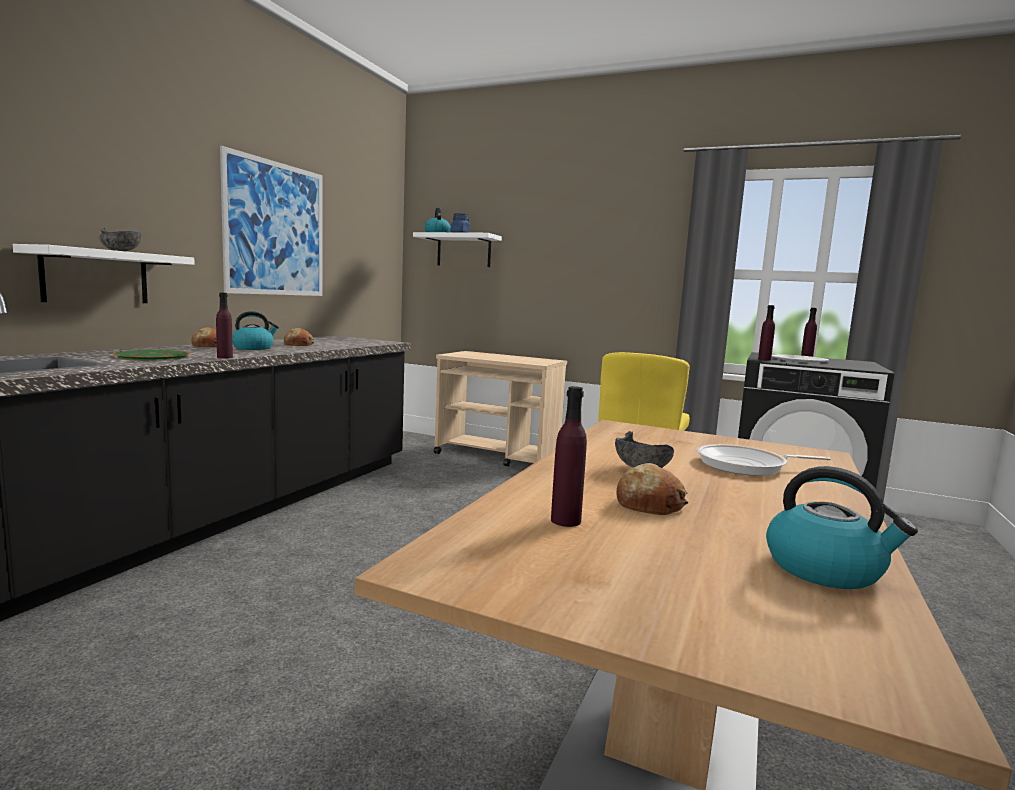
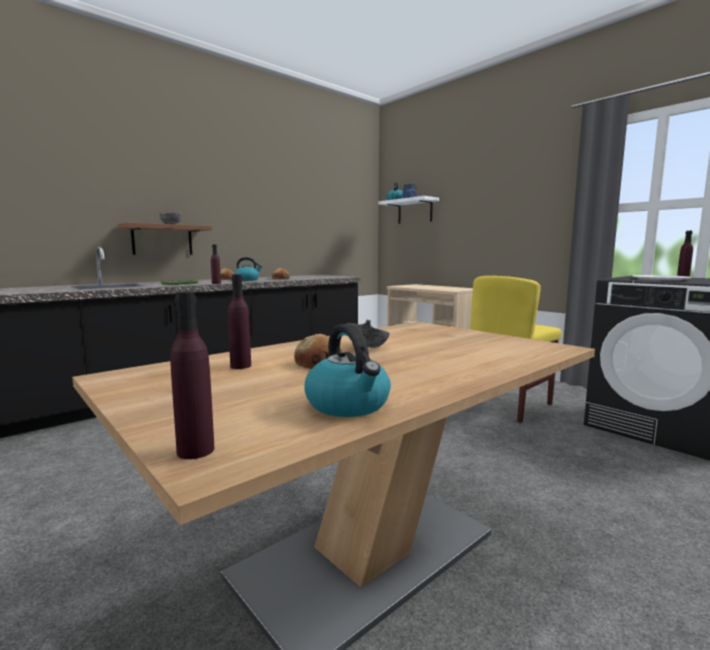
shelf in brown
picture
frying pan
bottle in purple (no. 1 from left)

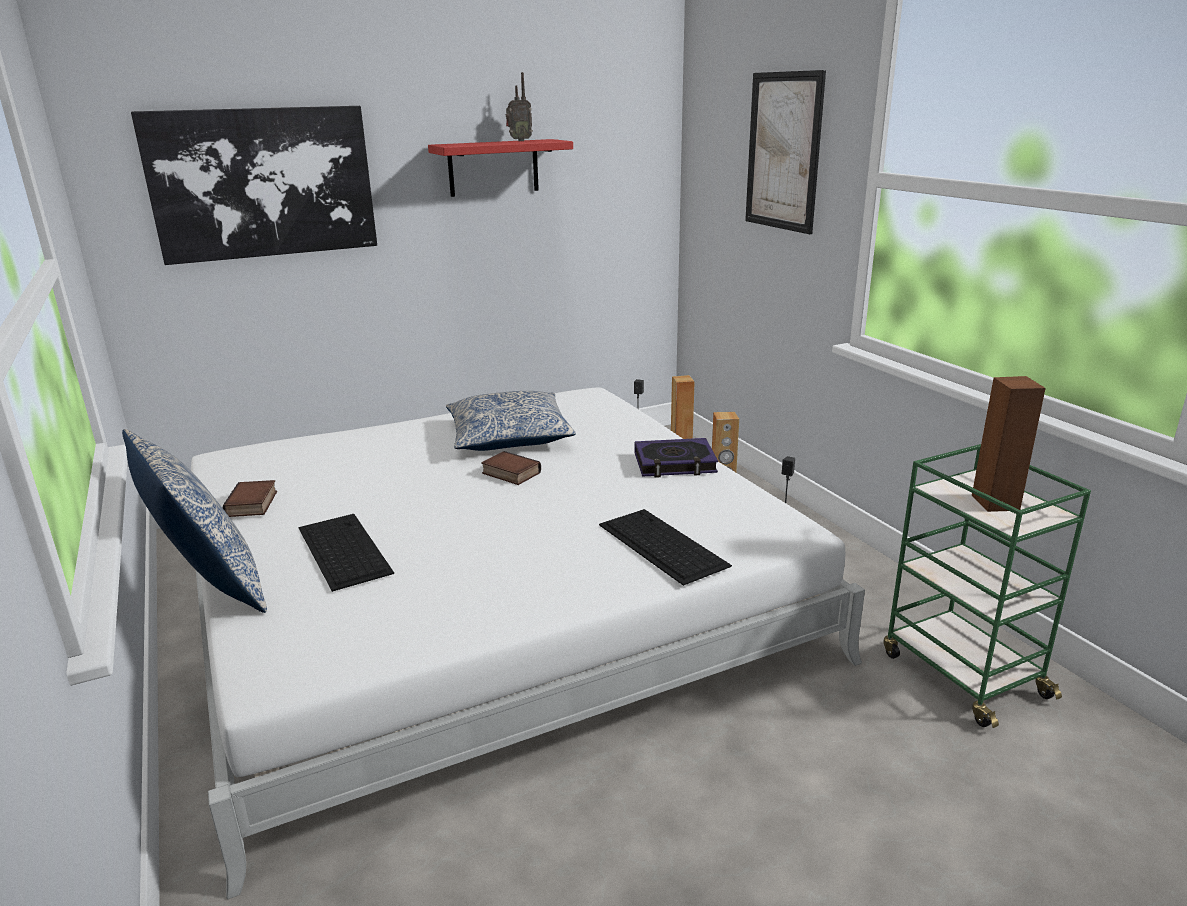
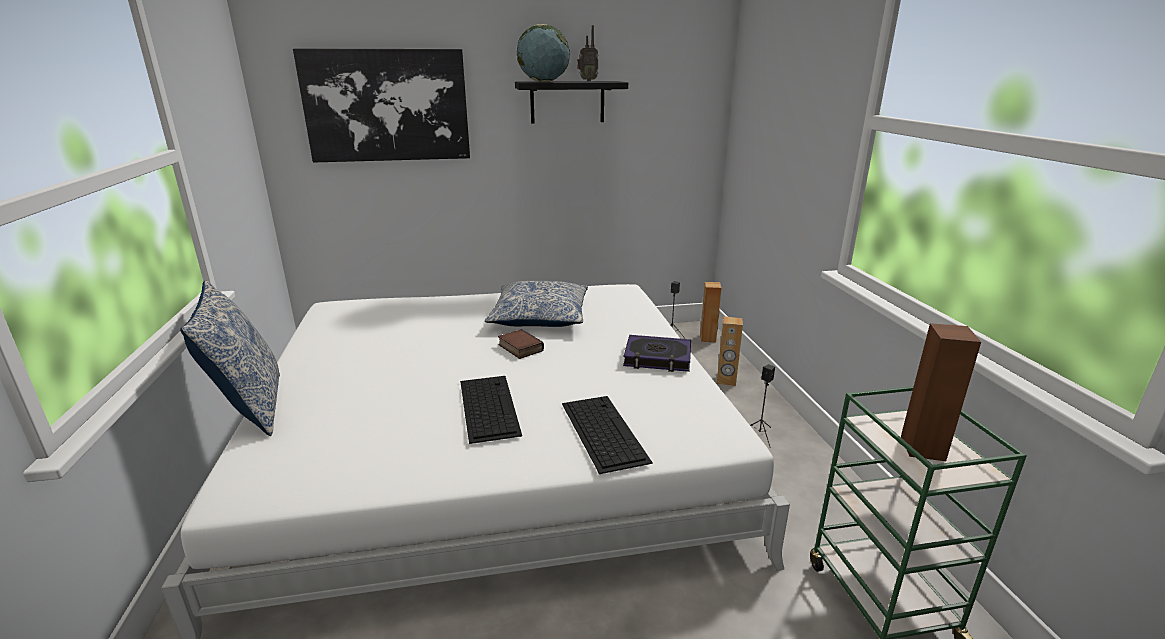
book (no. 1 from left in the first image)
keyboard (no. 1 from left)
shelf in black
picture (no. 2 from left in the first image)
globe

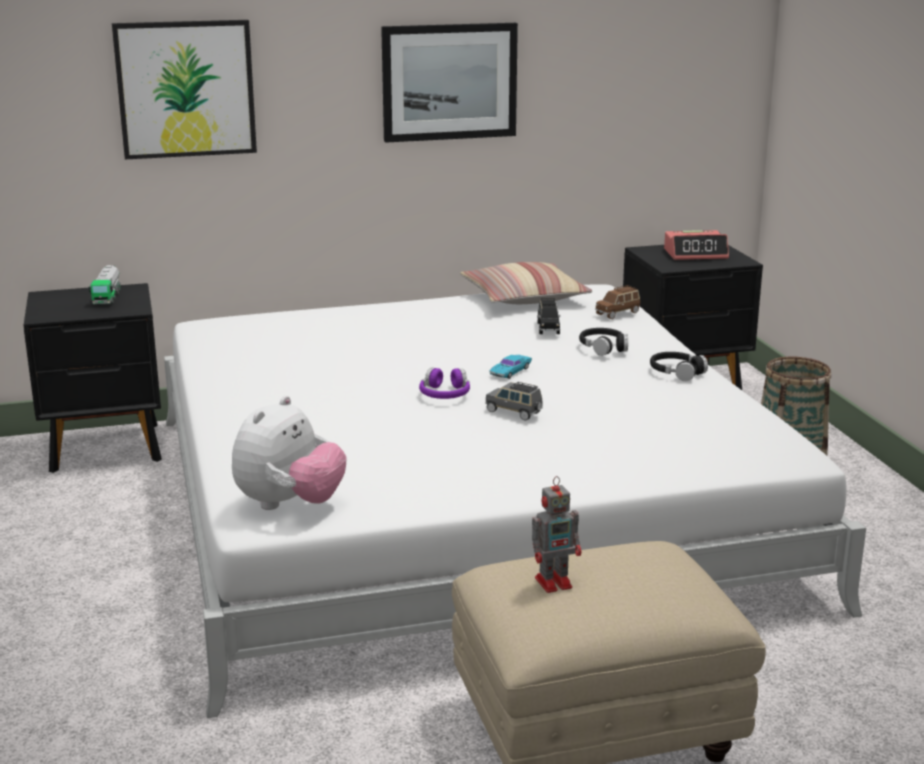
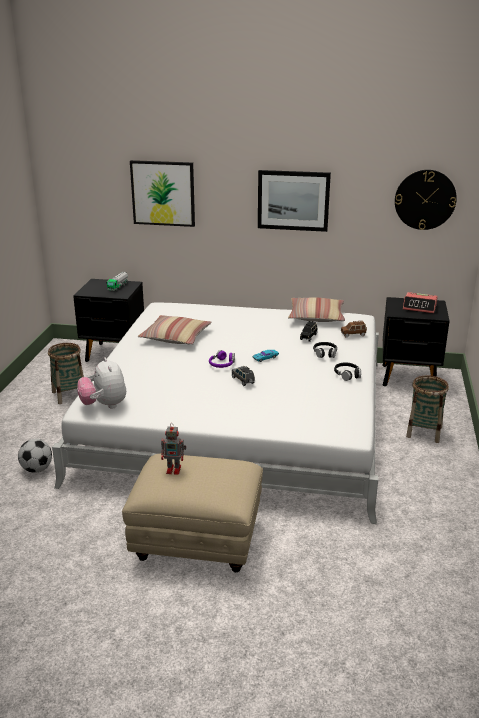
plush toy
football
basket (no. 1 from left)
pillow (no. 1 from left)
wall clock

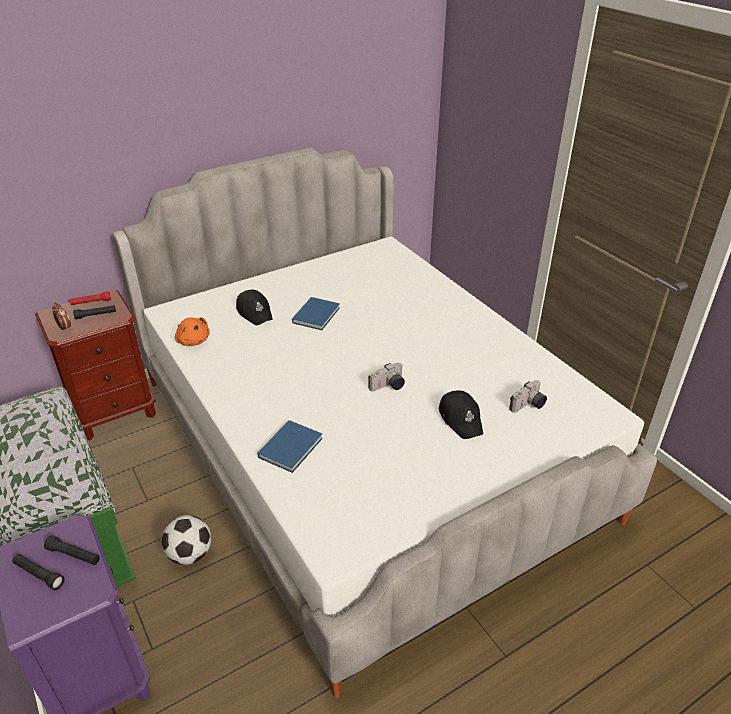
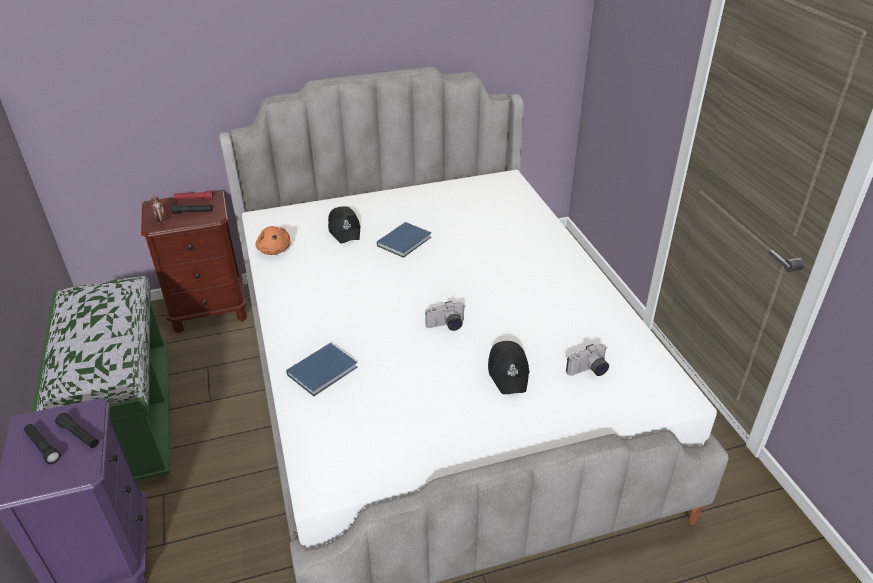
football

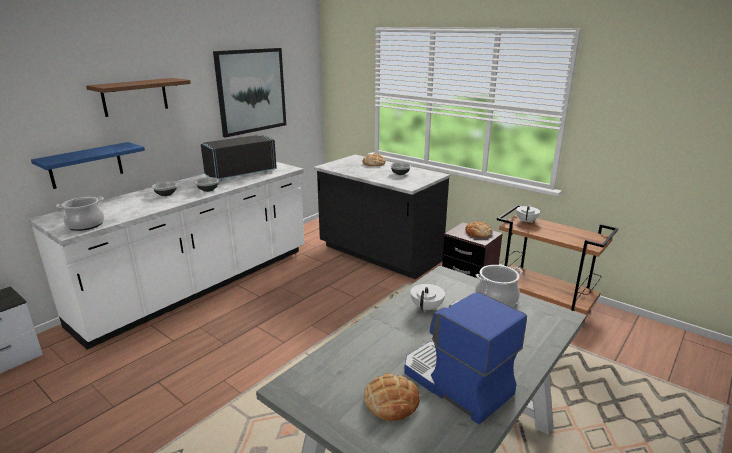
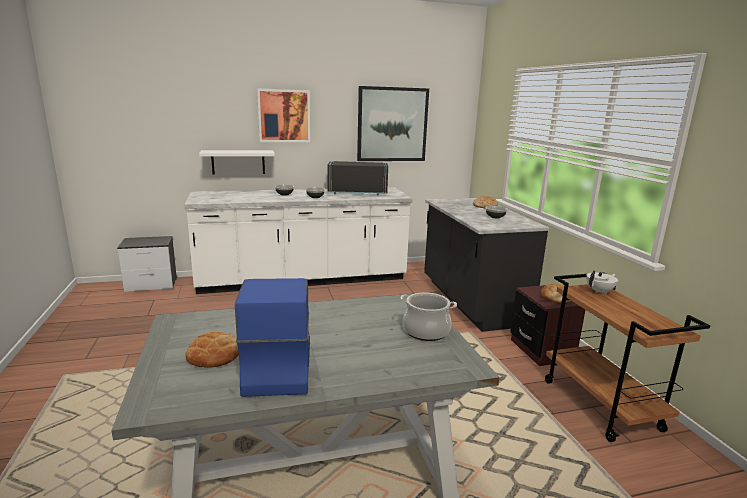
shelf in white
cooking pot (no. 1 from left in the first image)
picture (no. 1 from left)
teapot in white (no. 1 from left in the first image)

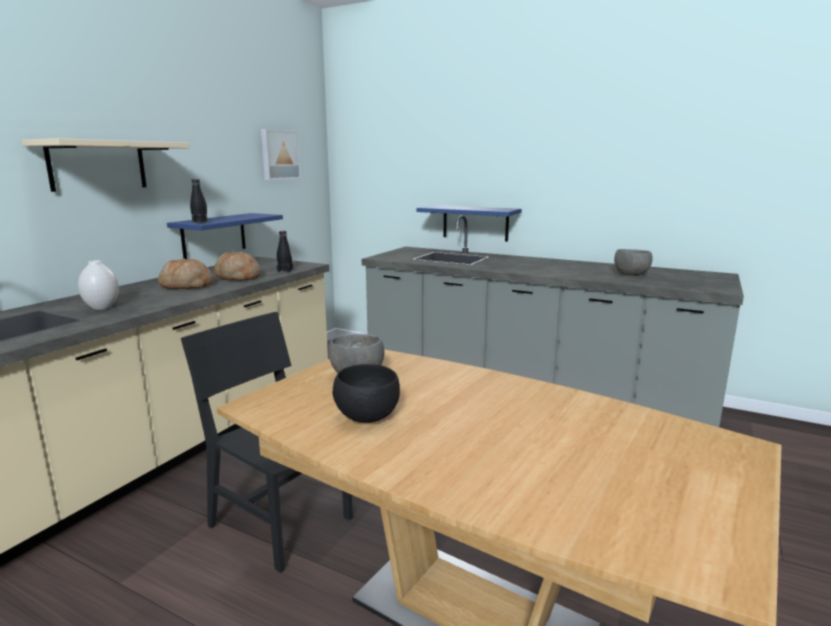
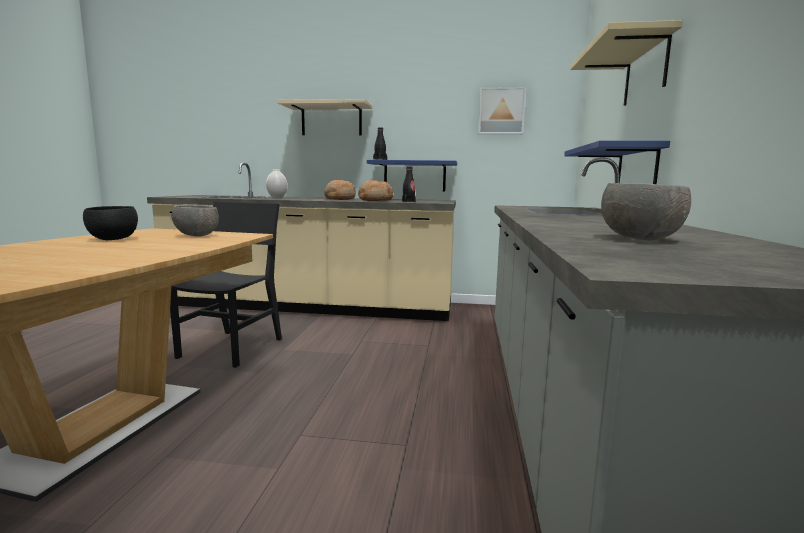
shelf in beige (no. 2 from left)

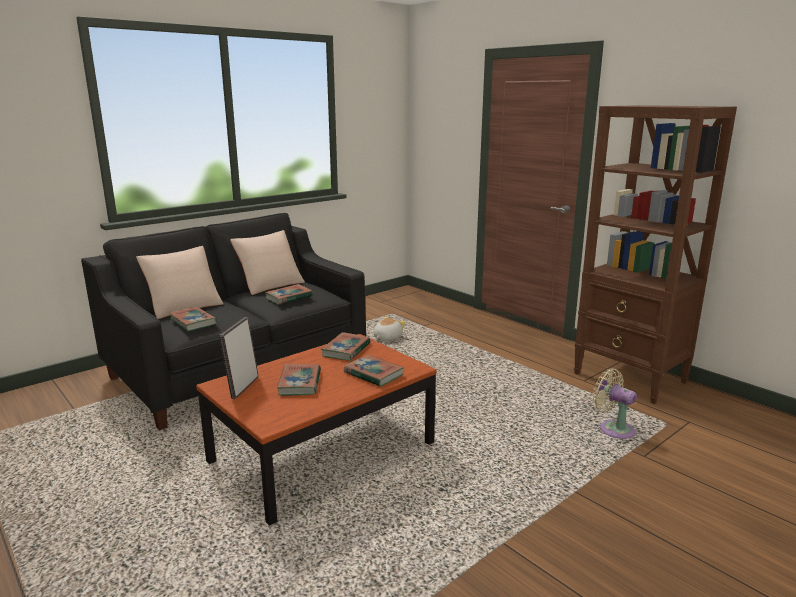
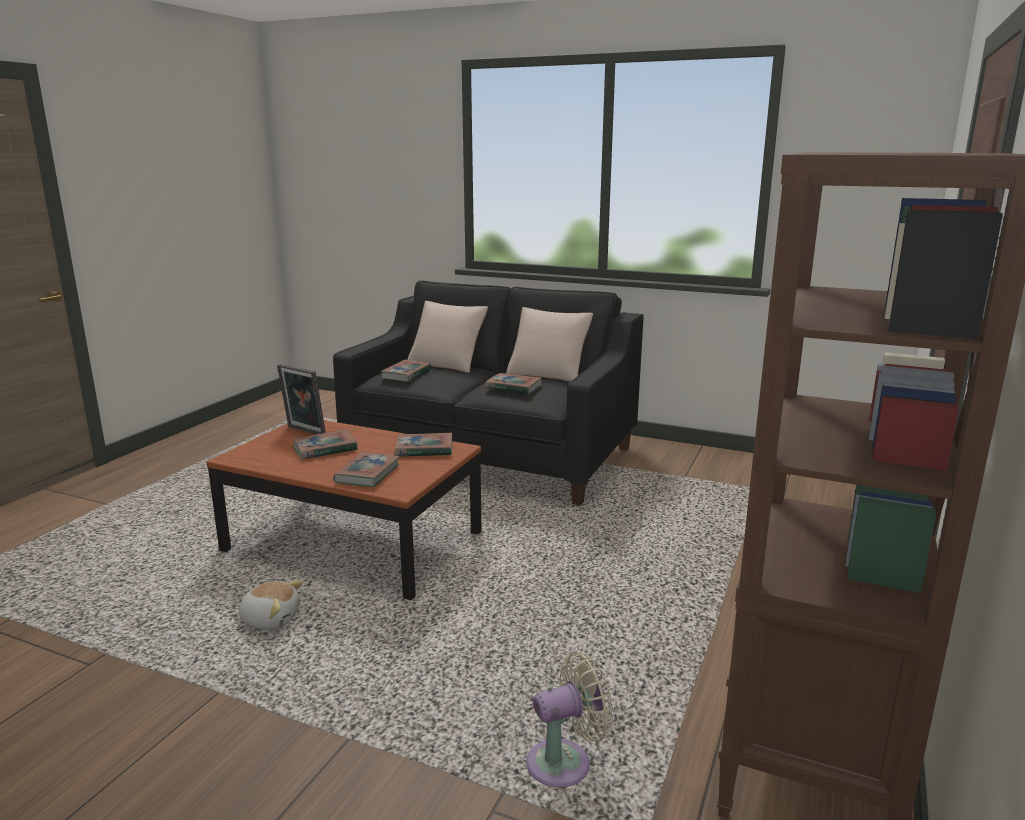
picture frame
plush toy
fan in beige

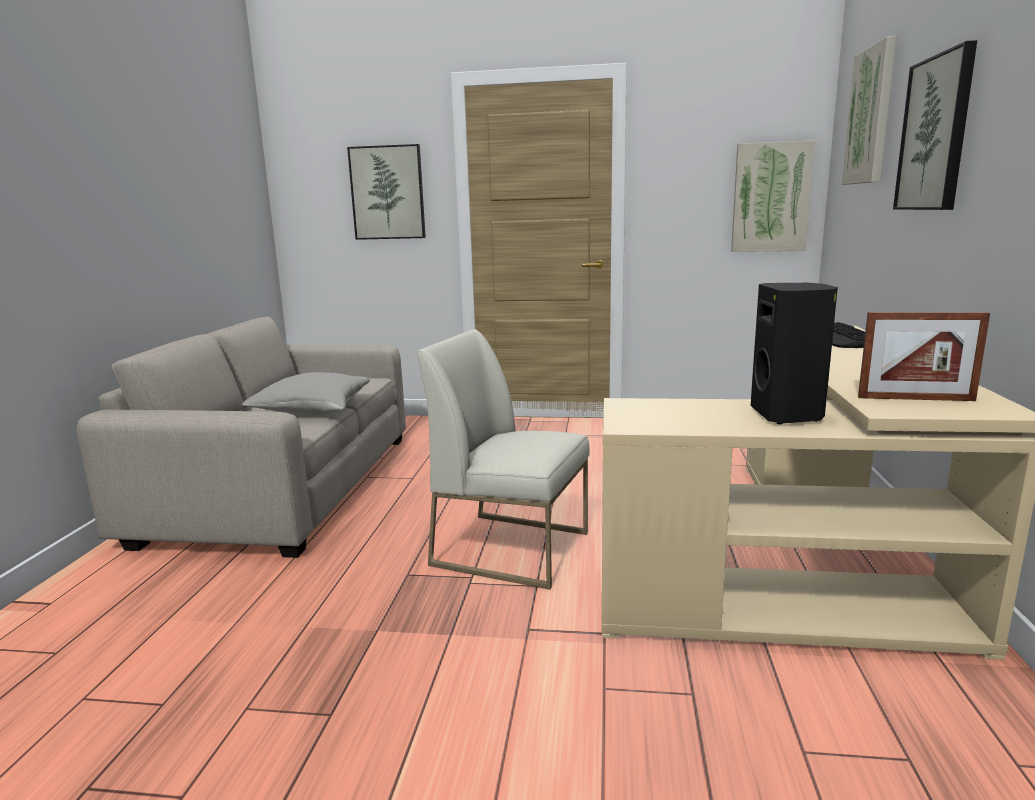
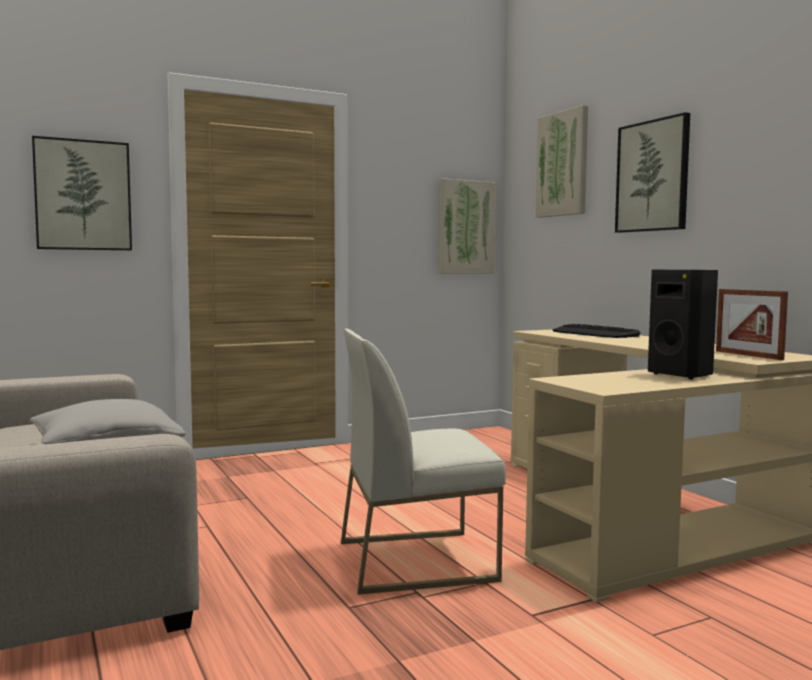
picture frame

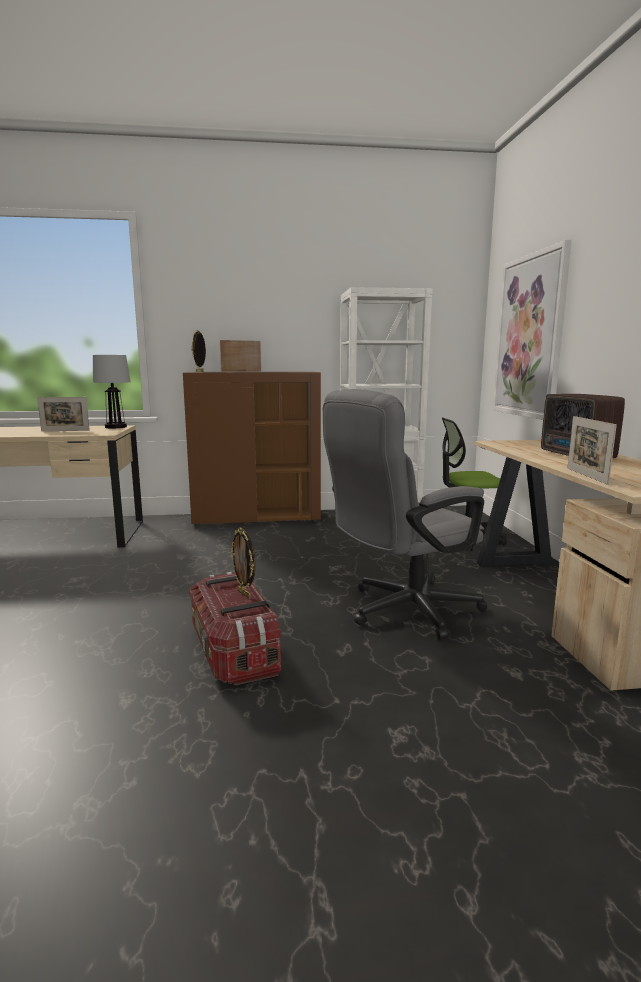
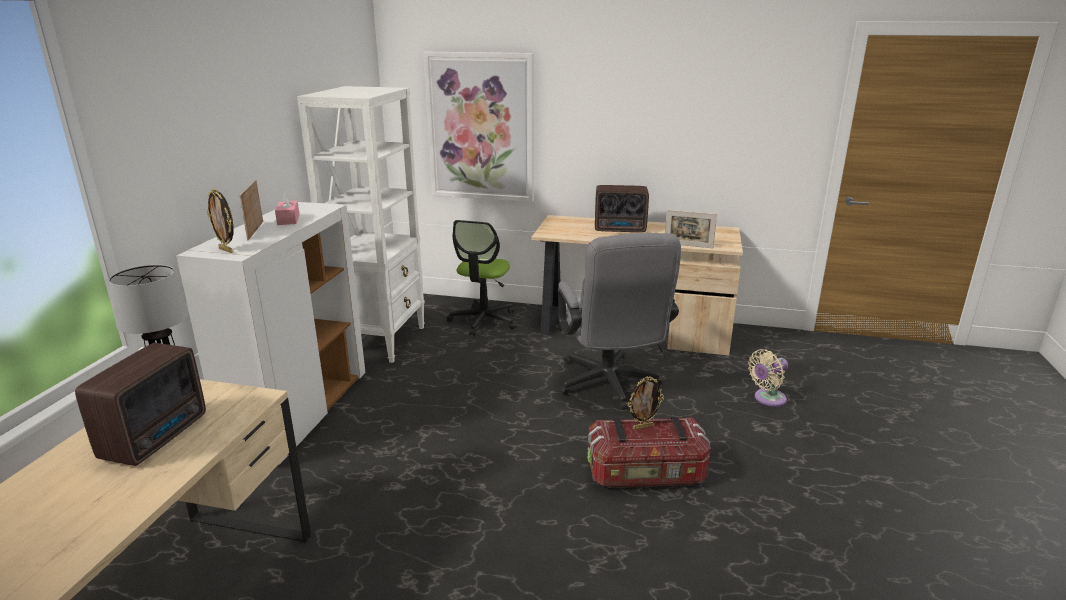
radio (no. 1 from left)
cabinet in white
tissue box in pink
fan in beige

